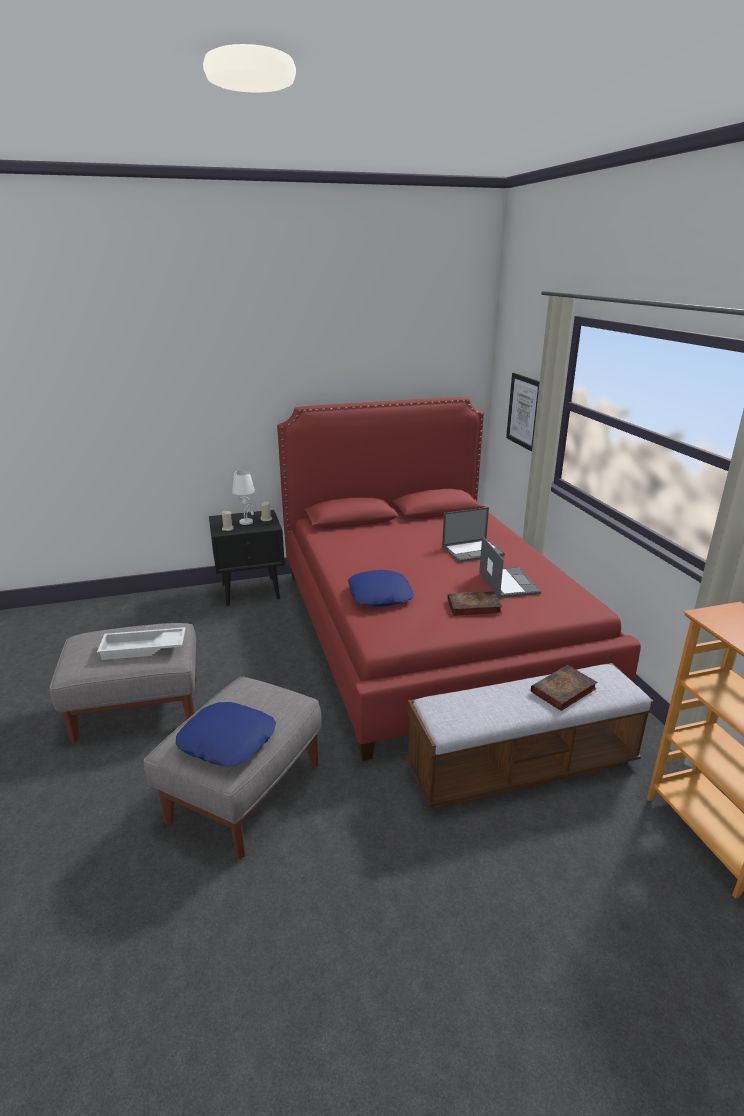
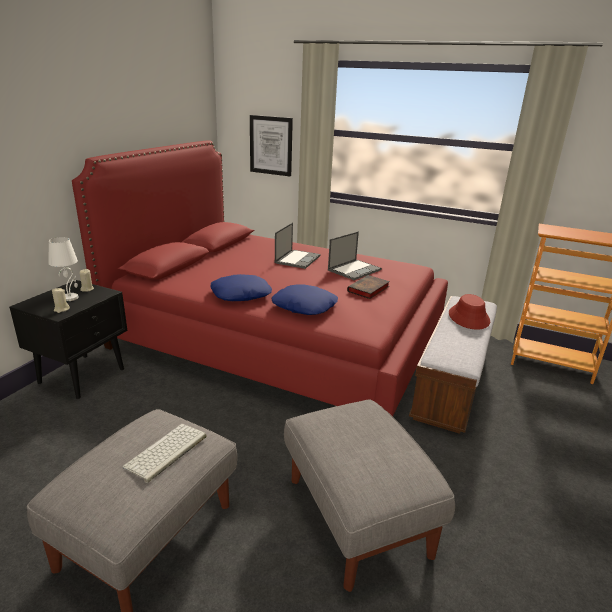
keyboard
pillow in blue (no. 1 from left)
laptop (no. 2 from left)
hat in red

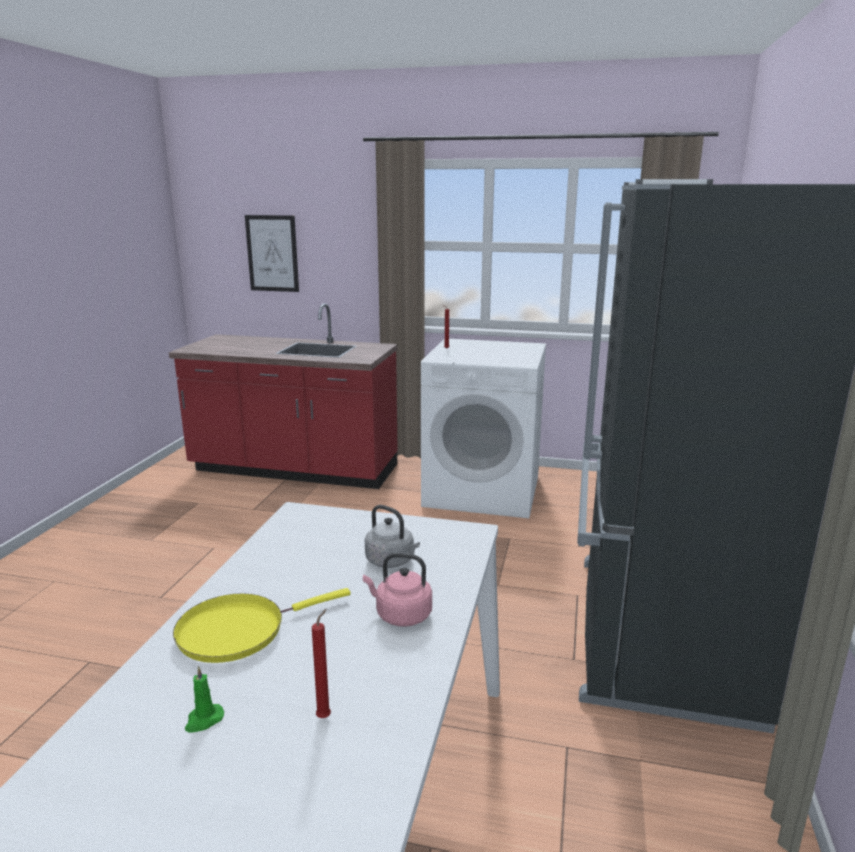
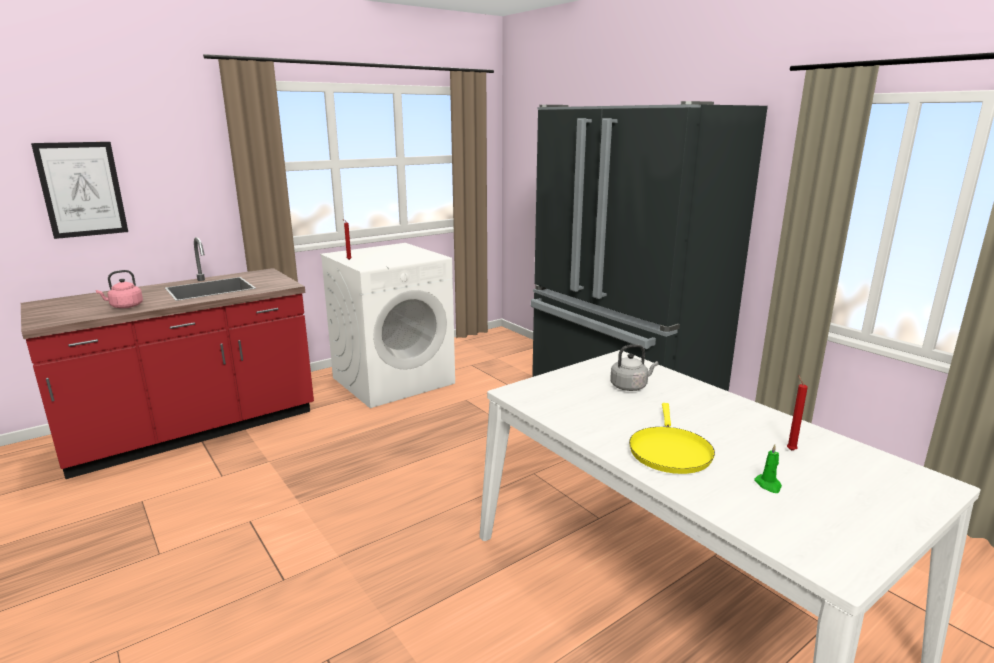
kettle in pink

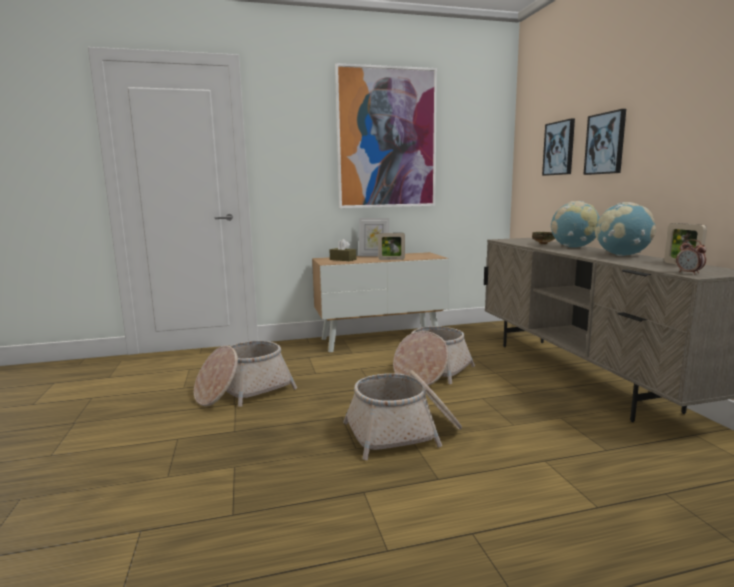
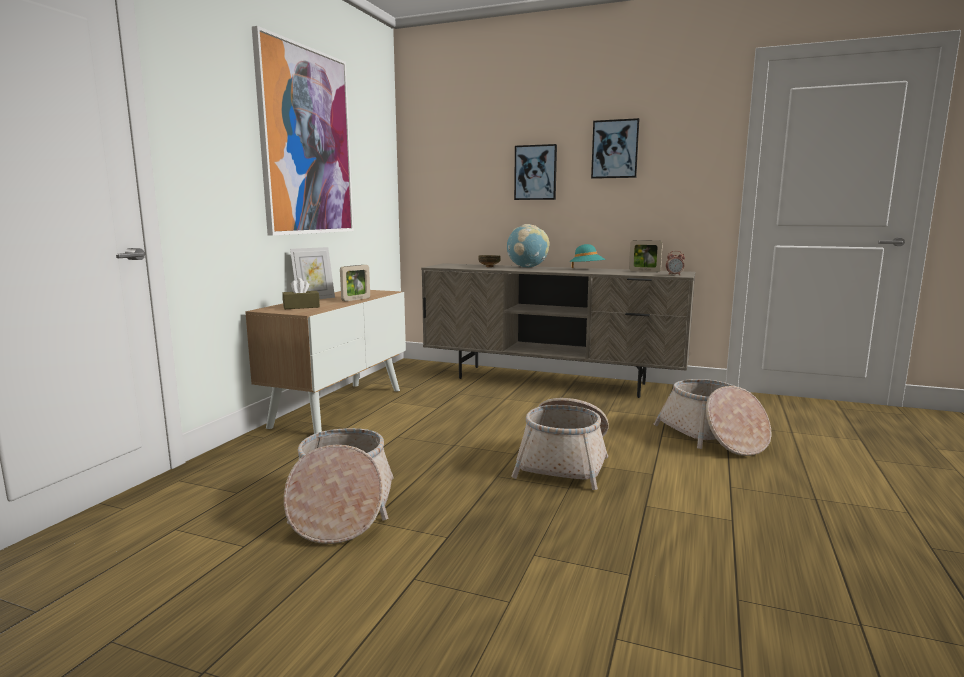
basket (no. 3 from left)
picture (no. 3 from left)
hat in turquoise

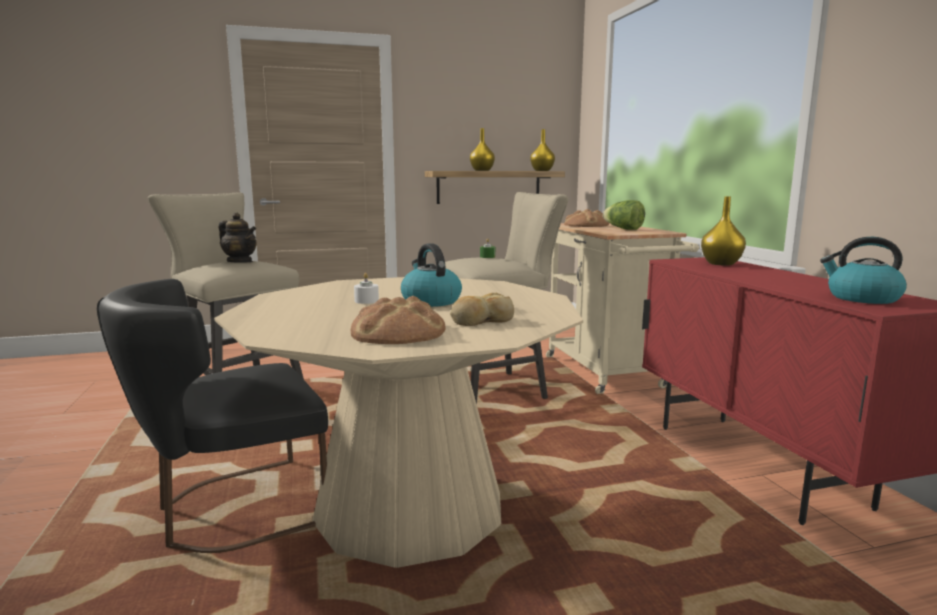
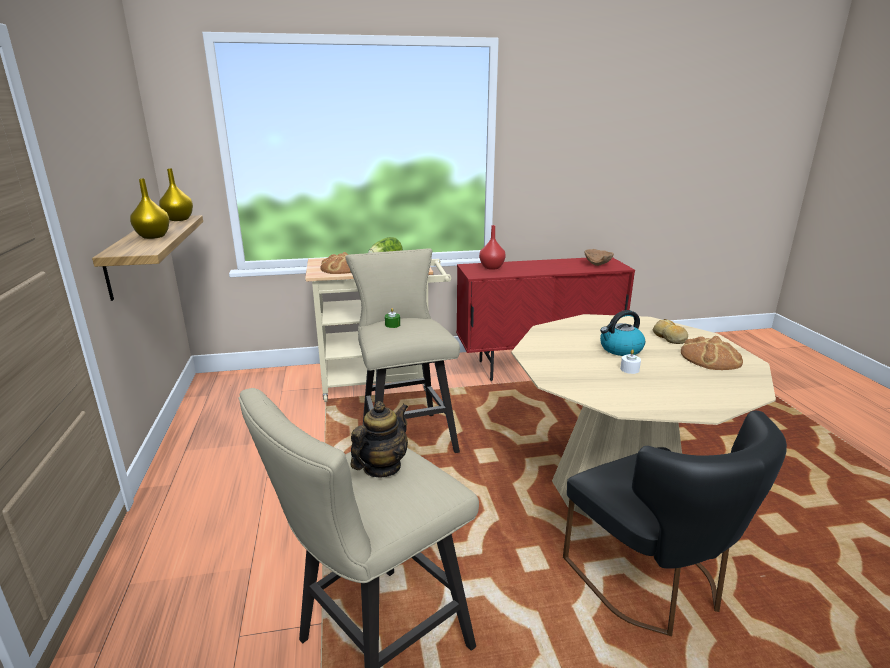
vase in red
bowl in brown

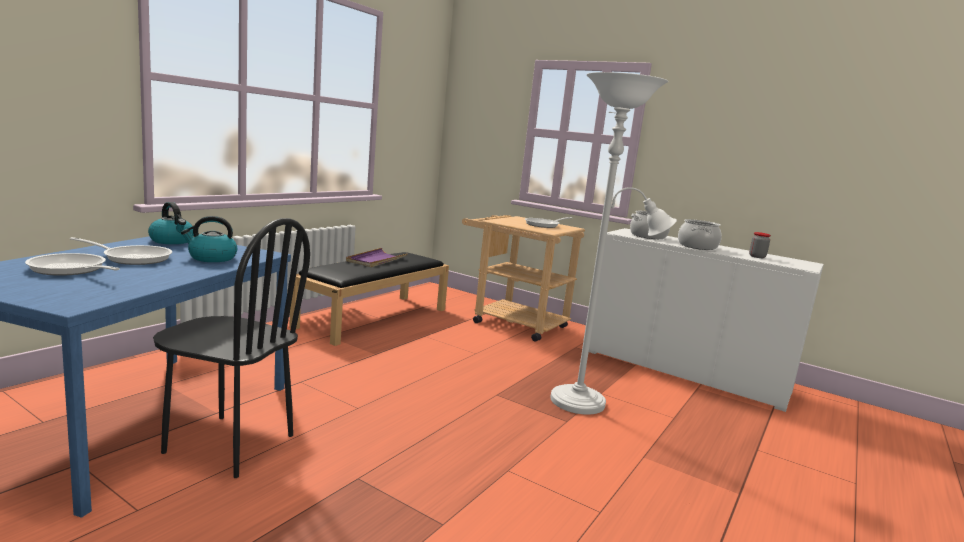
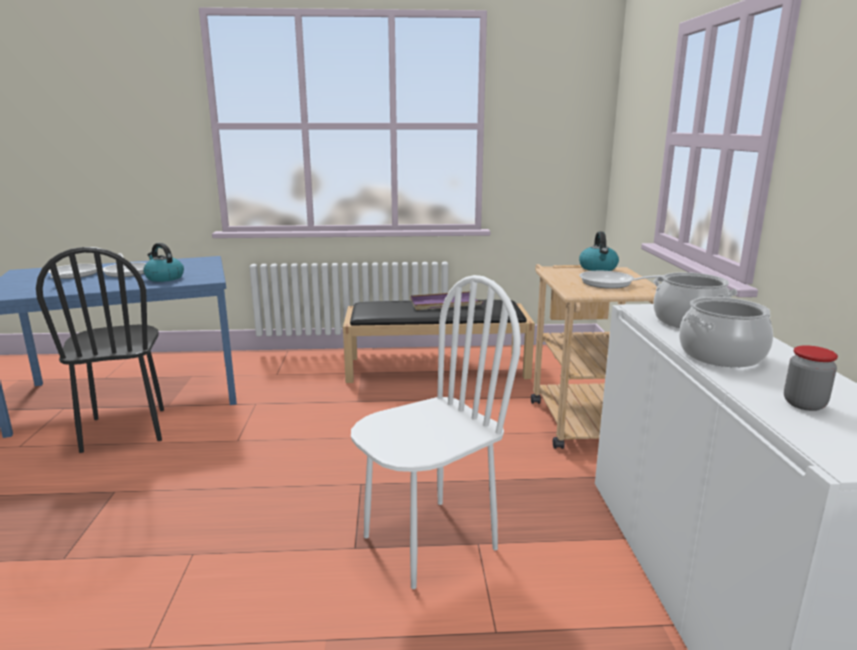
kettle (no. 2 from left)
chair in white

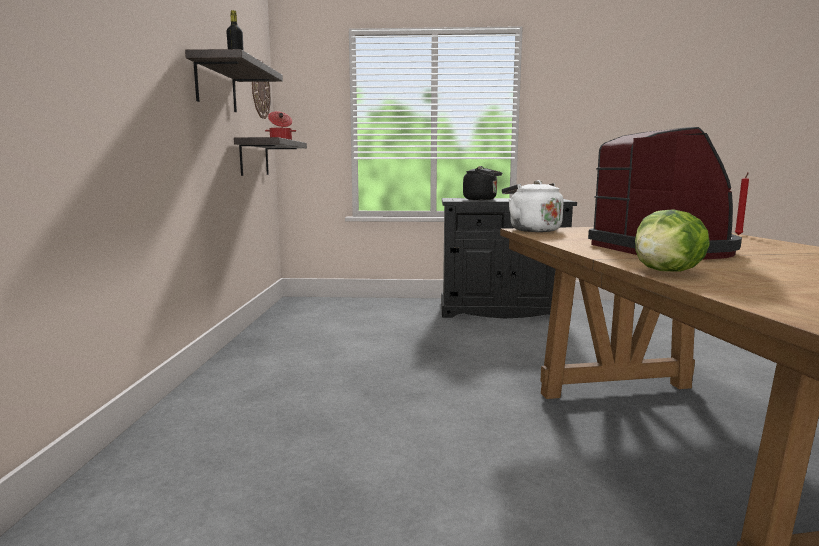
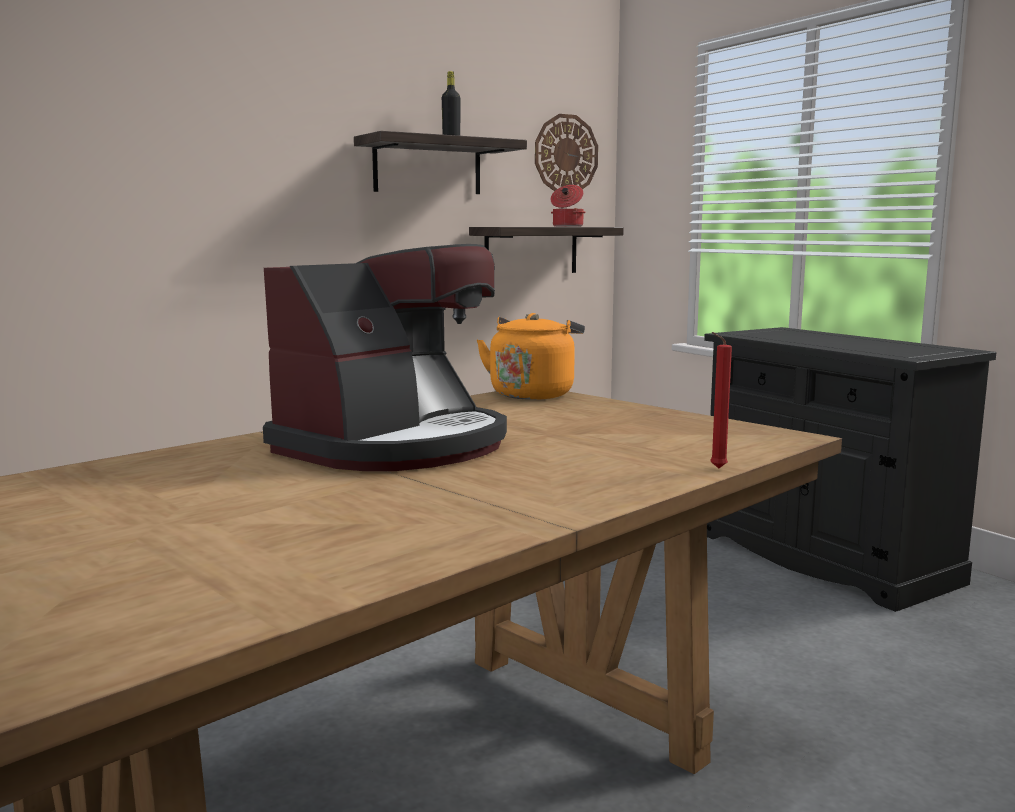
kettle in black
kettle in orange
lettuce

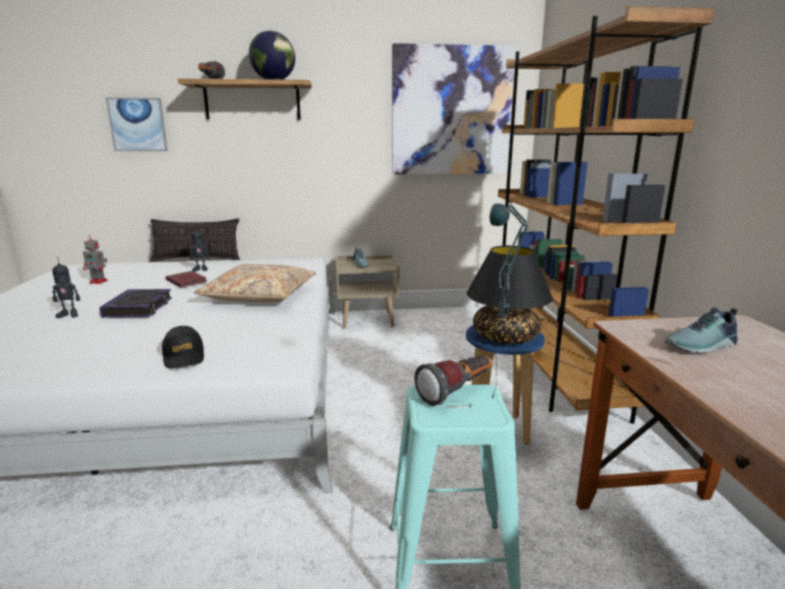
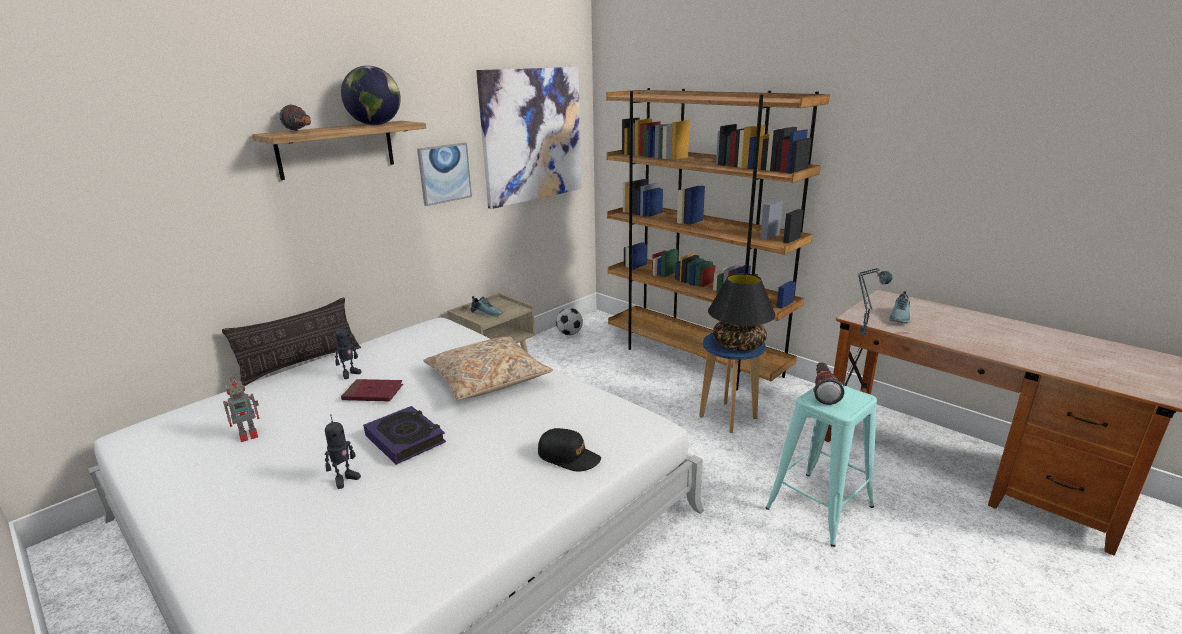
picture (no. 1 from left)
football

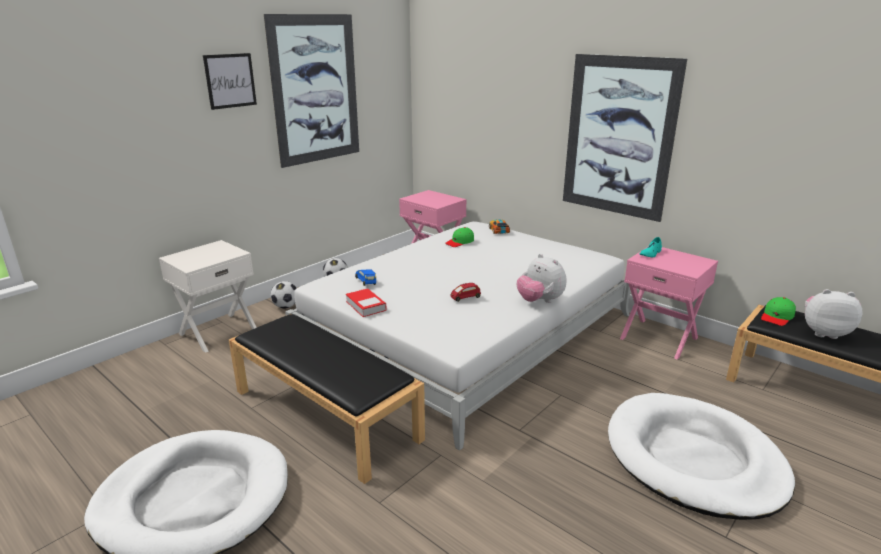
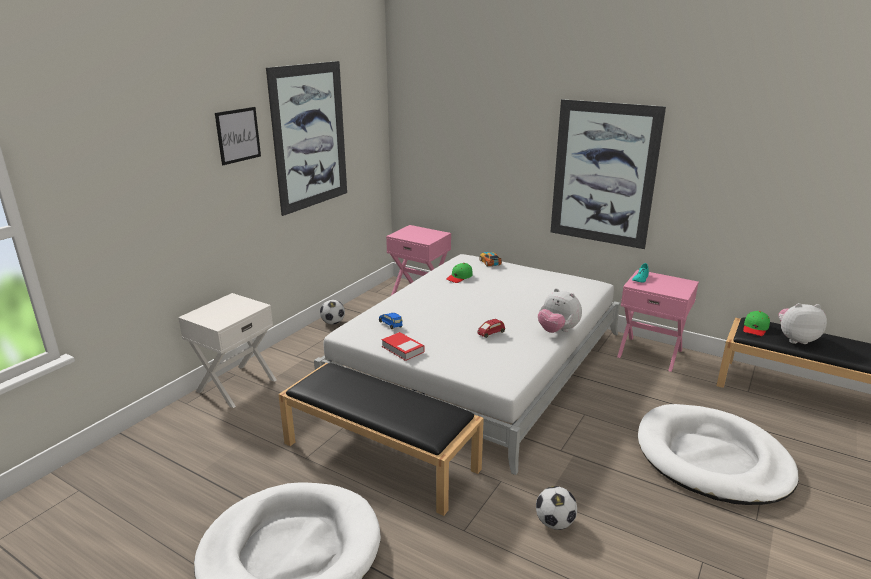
football (no. 2 from left)

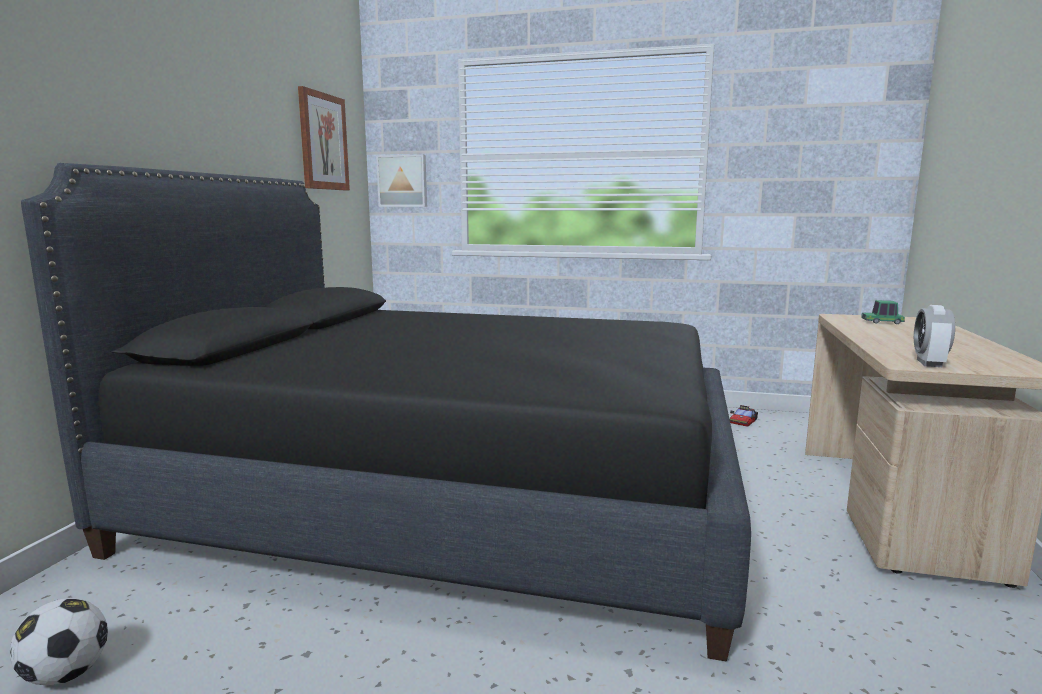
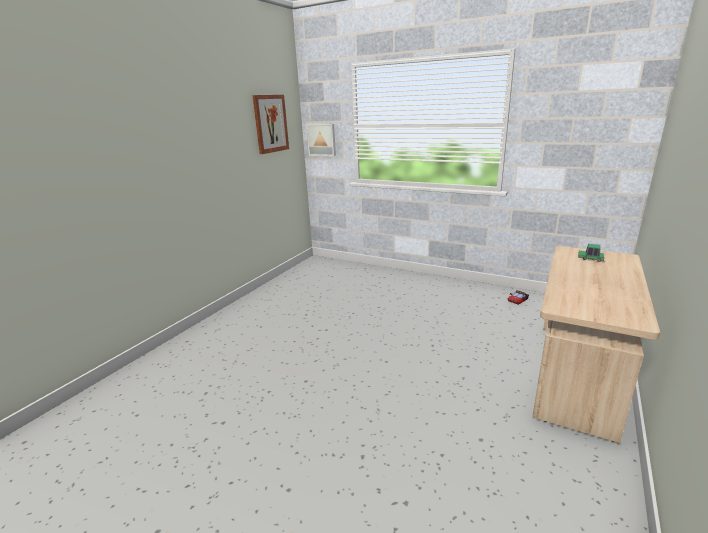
football
bed in black
alarm clock

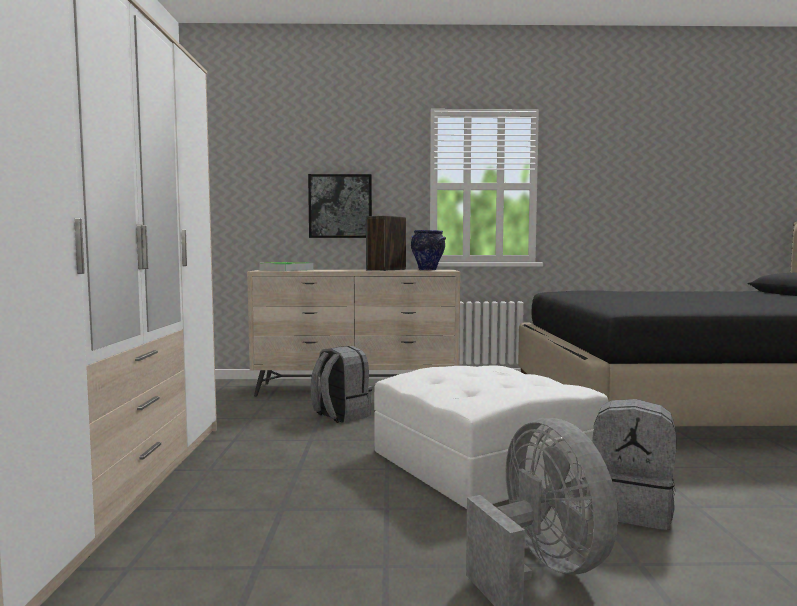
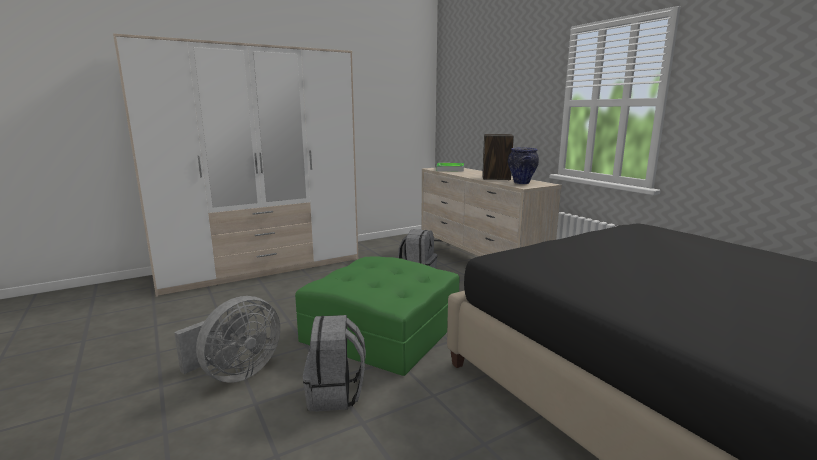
picture
ottoman in green

